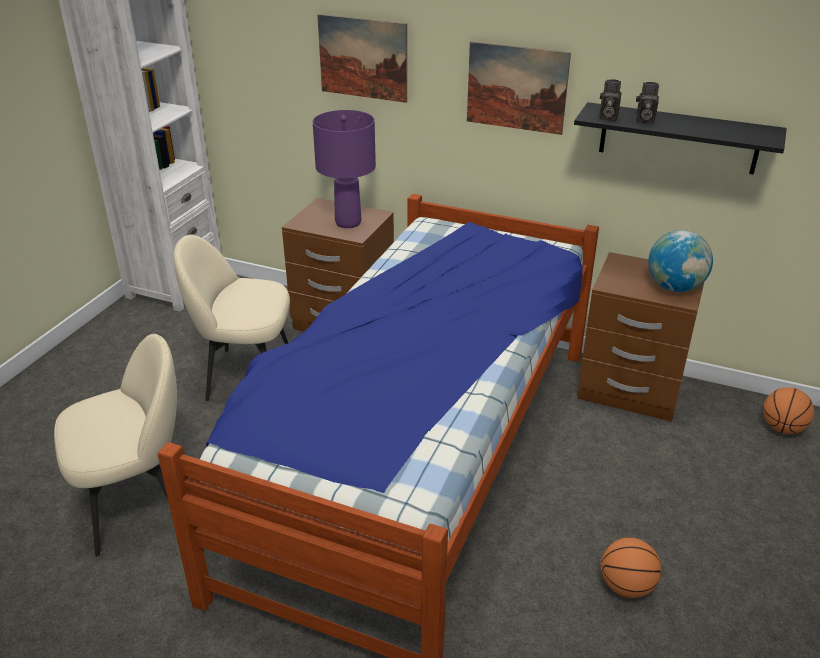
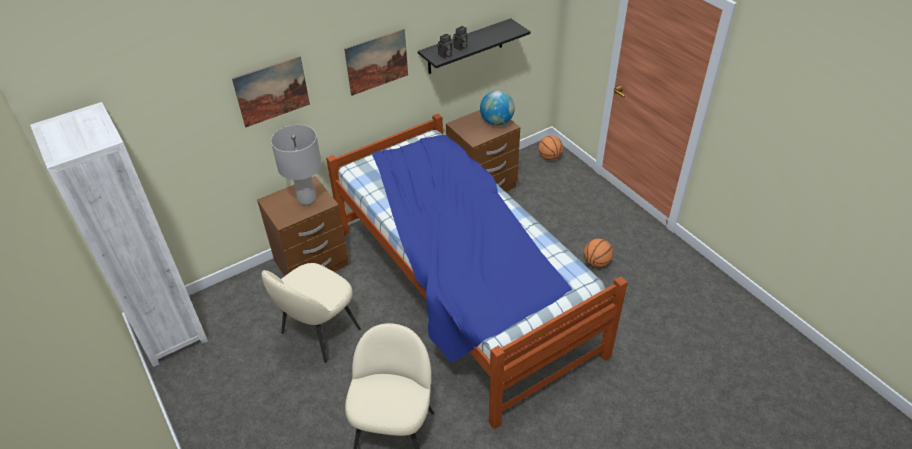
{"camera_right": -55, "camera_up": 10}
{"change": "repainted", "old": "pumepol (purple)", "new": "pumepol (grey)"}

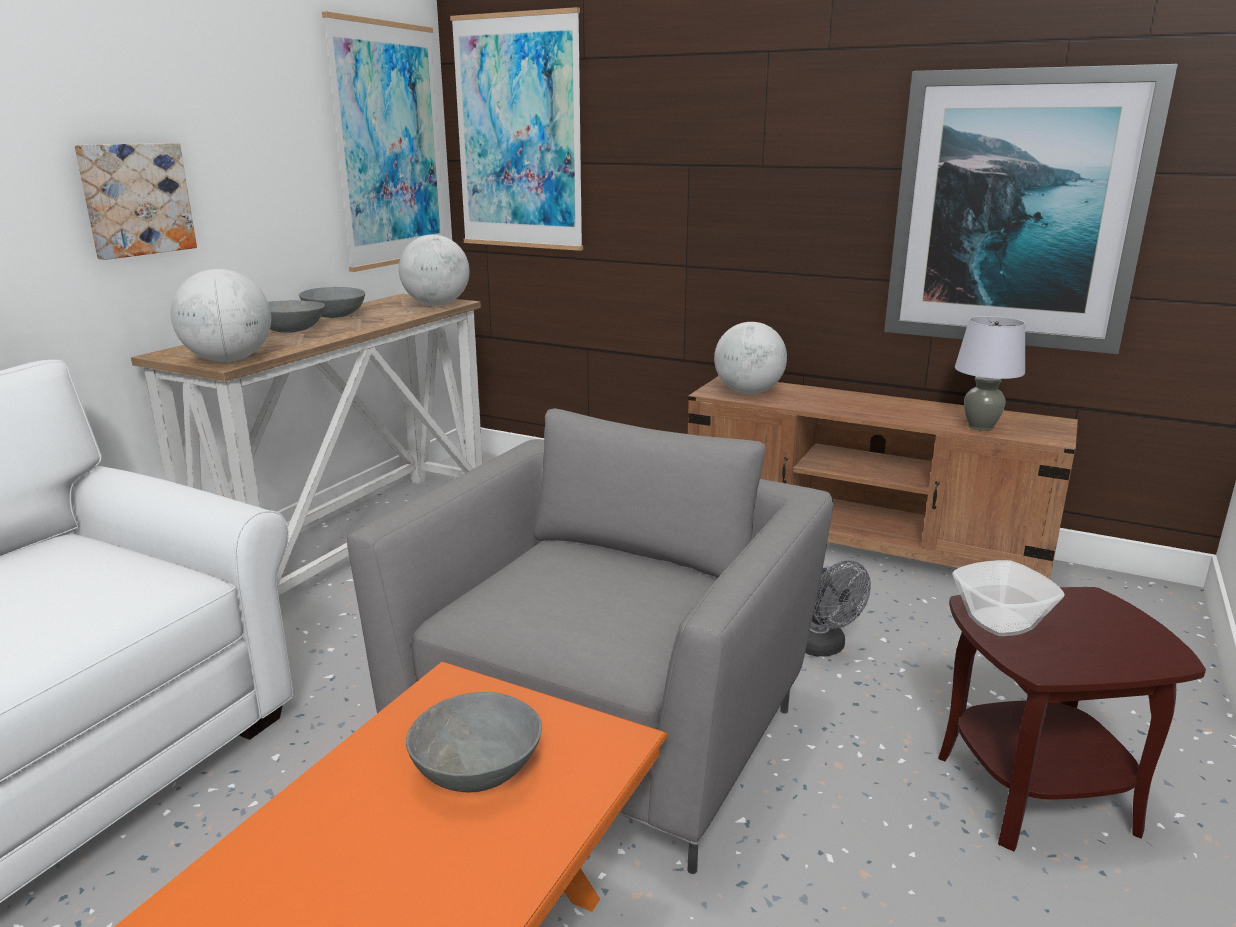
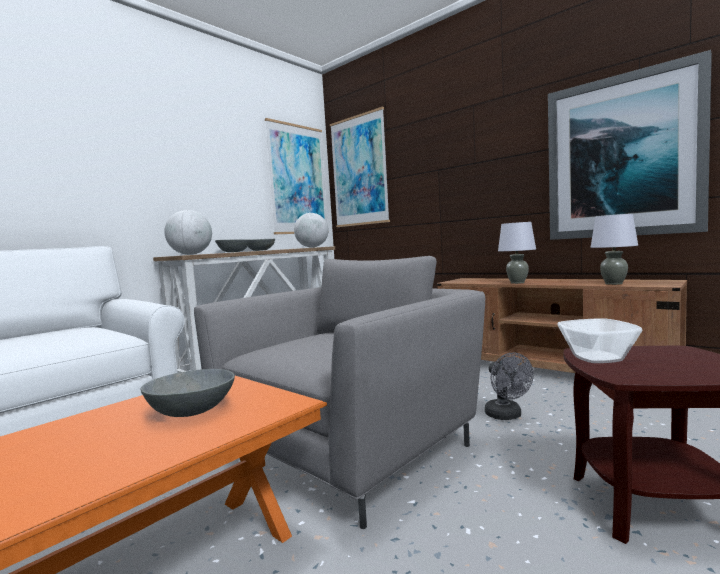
{"camera_right": 15, "camera_up": -15}
{"change": "new", "new": "pumepol (grey) (no. 1 from left)"}
{"change": "gone", "old": "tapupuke (no. 1 from left)"}
{"change": "gone", "old": "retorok (no. 3 from left)"}

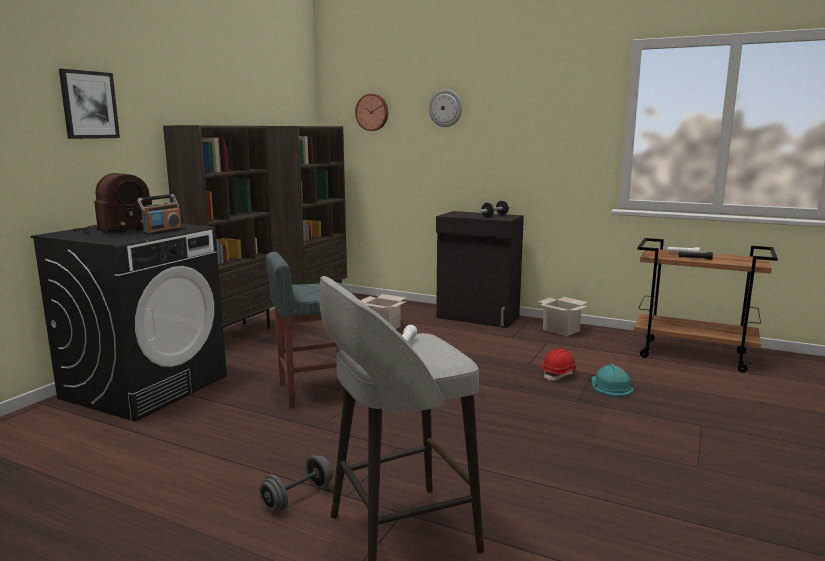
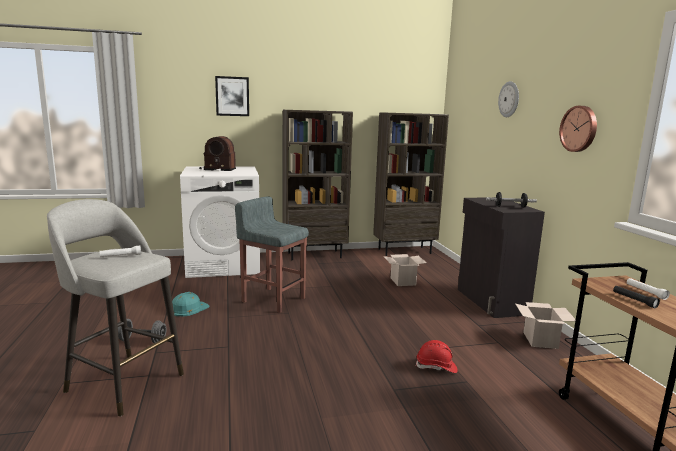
{"camera_right": 50, "camera_up": 0}
{"change": "shifted", "old": "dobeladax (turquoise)"}
{"change": "repainted", "old": "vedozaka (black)", "new": "vedozaka (white)"}
{"change": "shifted", "old": "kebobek (no. 1 from left in the first image)", "new": "kebobek (no. 2 from left)"}
{"change": "gone", "old": "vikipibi (no. 2 from left)"}

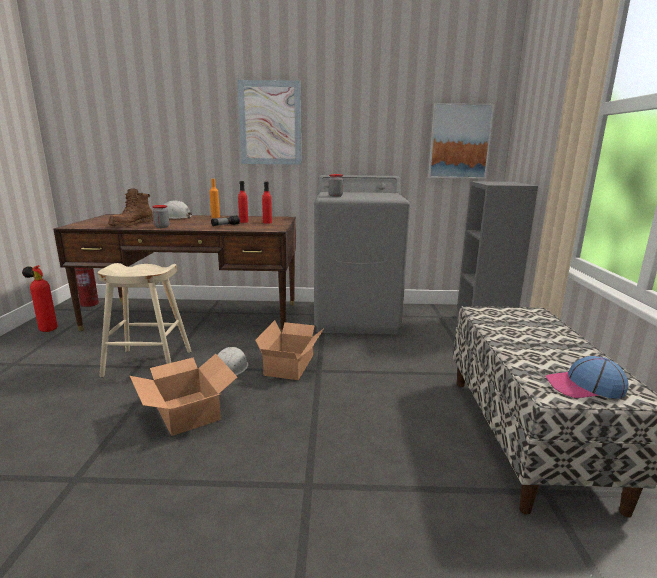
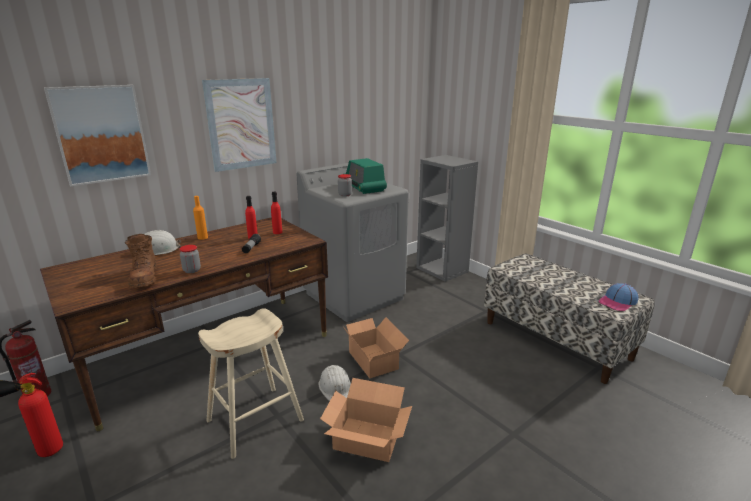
{"camera_right": -40, "camera_up": 5}
{"change": "shifted", "old": "tapupuke (no. 2 from left in the first image)", "new": "tapupuke (no. 1 from left)"}
{"change": "new", "new": "vikipibi"}

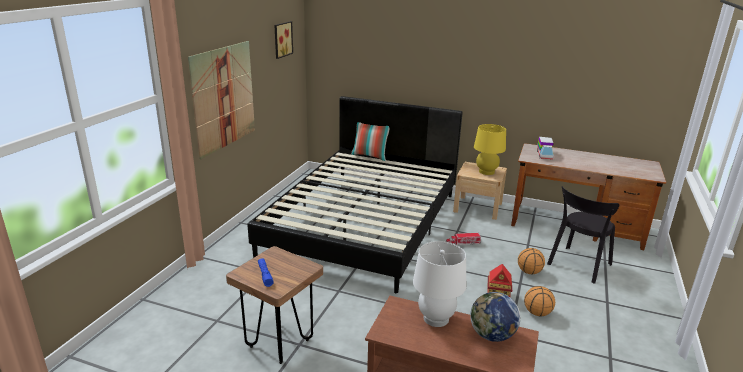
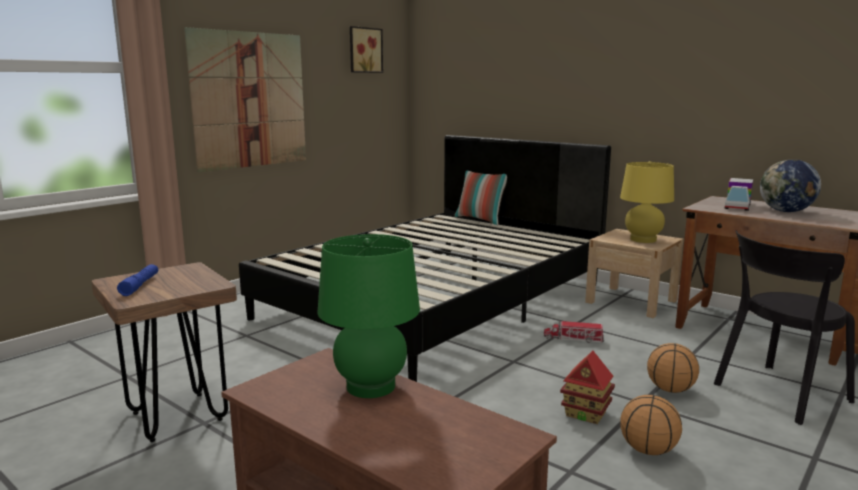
{"camera_right": 20, "camera_up": -10}
{"change": "repainted", "old": "pumepol (white)", "new": "pumepol (green)"}
{"change": "shifted", "old": "retorok"}

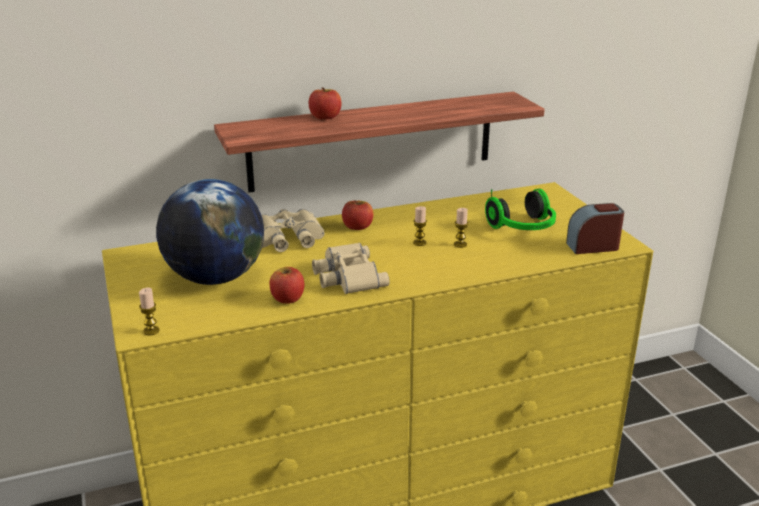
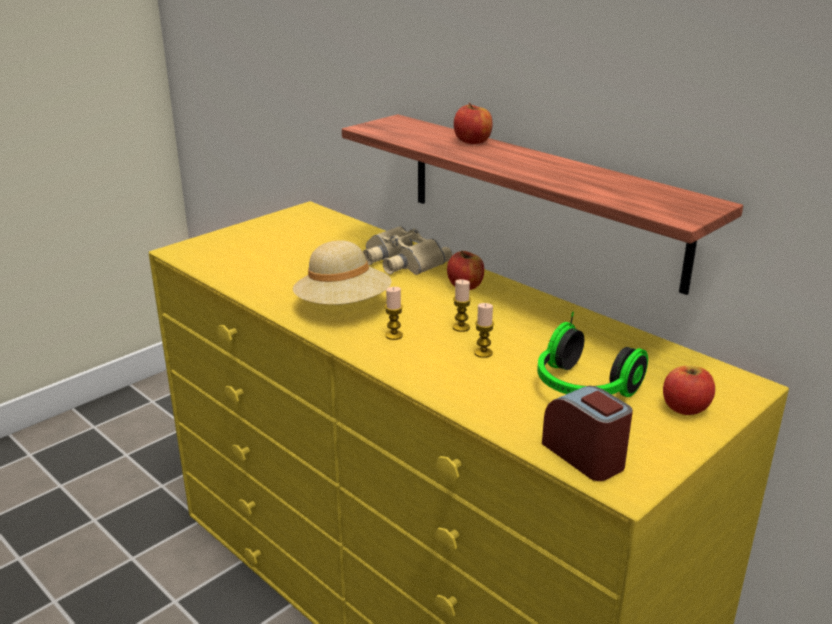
{"camera_right": 65, "camera_up": 0}
{"change": "swapped", "old": "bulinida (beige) (no. 2 from left)", "new": "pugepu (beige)"}
{"change": "shifted", "old": "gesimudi (no. 1 from left)"}
{"change": "shifted", "old": "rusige (no. 1 from left in the first image)", "new": "rusige (no. 3 from left)"}
{"change": "gone", "old": "retorok"}

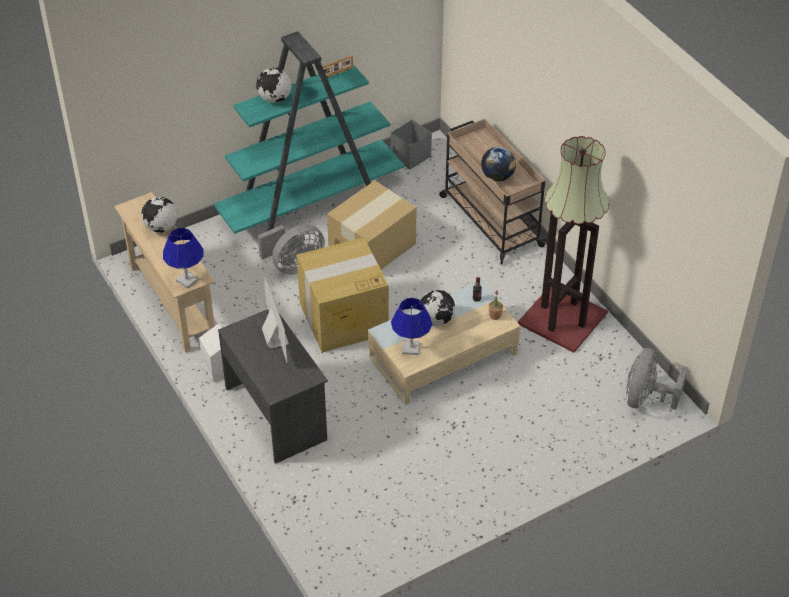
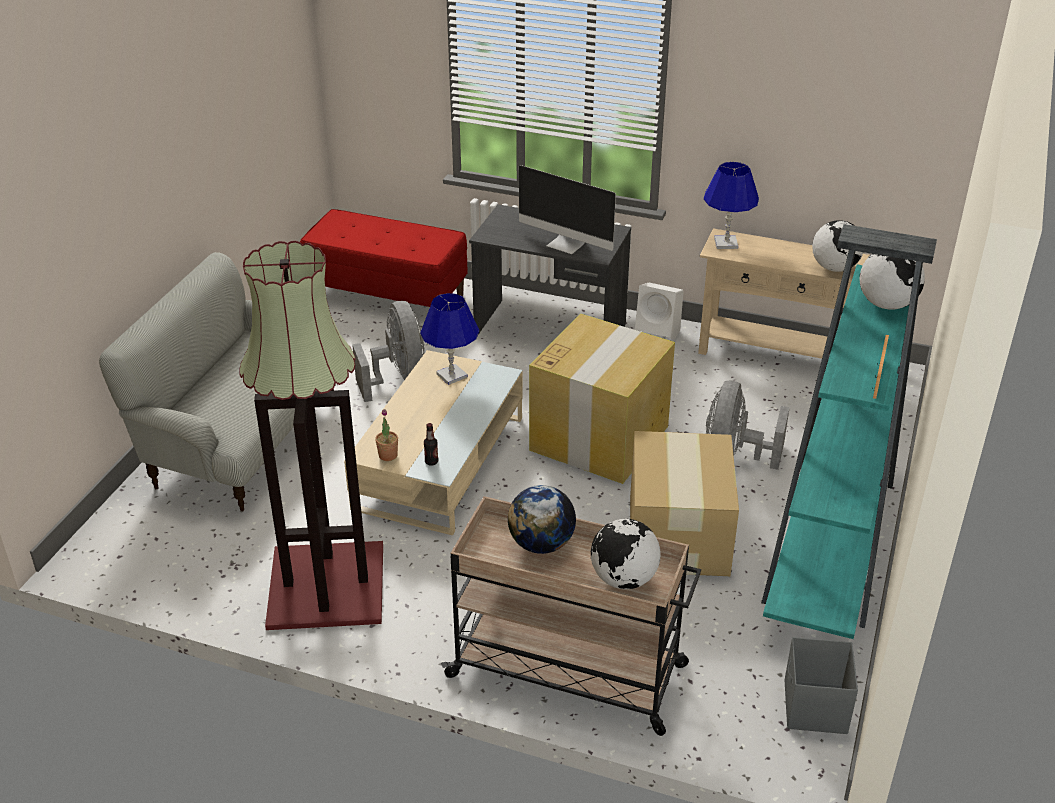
{"camera_right": 140, "camera_up": -10}
{"change": "new", "new": "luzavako"}
{"change": "new", "new": "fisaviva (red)"}
{"change": "shifted", "old": "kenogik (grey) (no. 2 from left in the first image)", "new": "kenogik (grey) (no. 1 from left)"}
{"change": "shifted", "old": "retorok (no. 3 from left in the first image)", "new": "retorok (no. 2 from left)"}

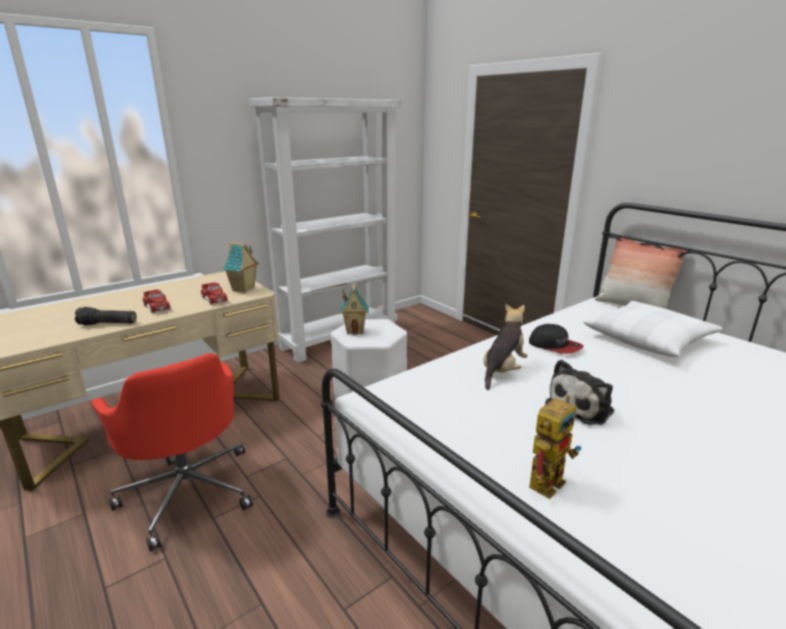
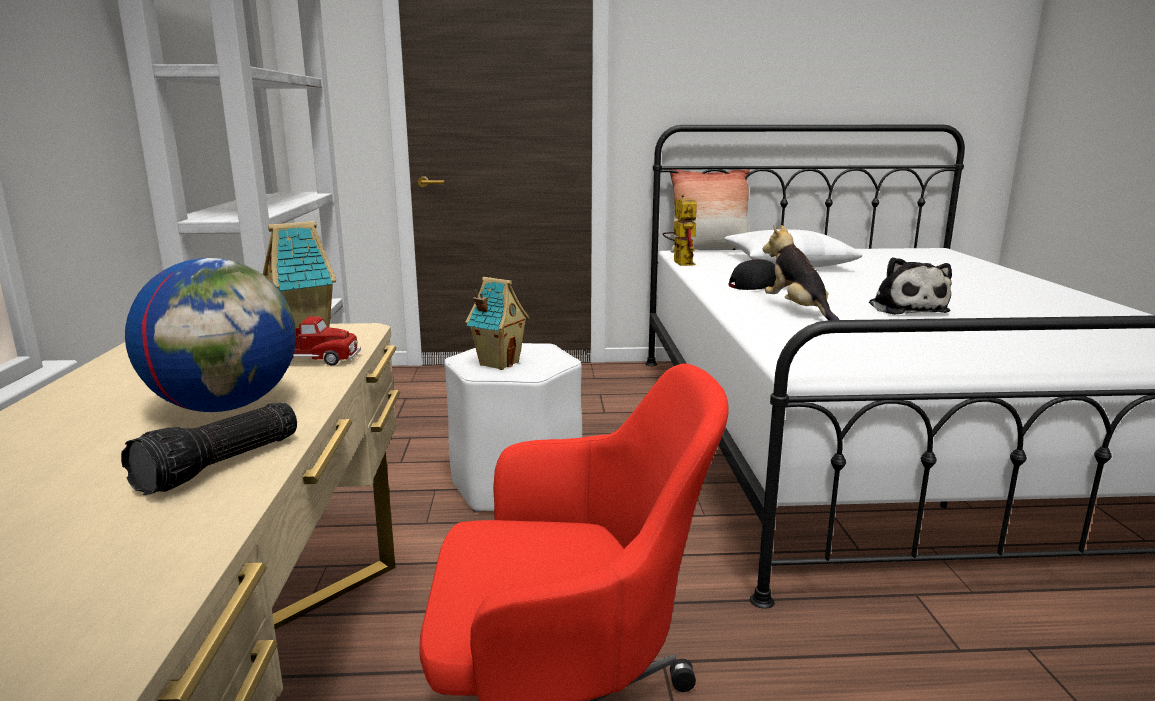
{"camera_right": -55, "camera_up": -5}
{"change": "swapped", "old": "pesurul (no. 1 from left)", "new": "retorok"}
{"change": "shifted", "old": "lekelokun"}

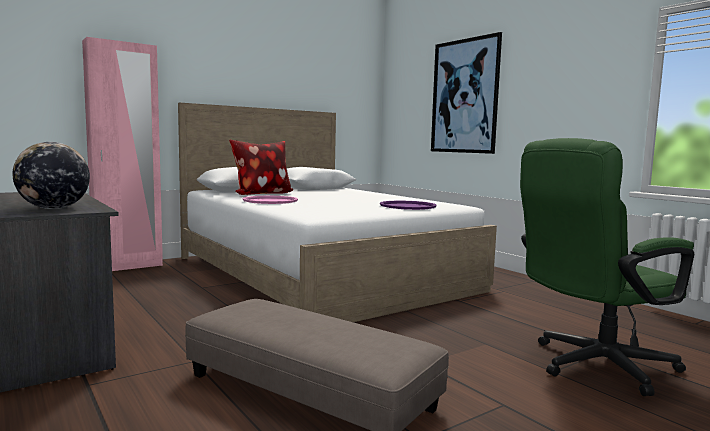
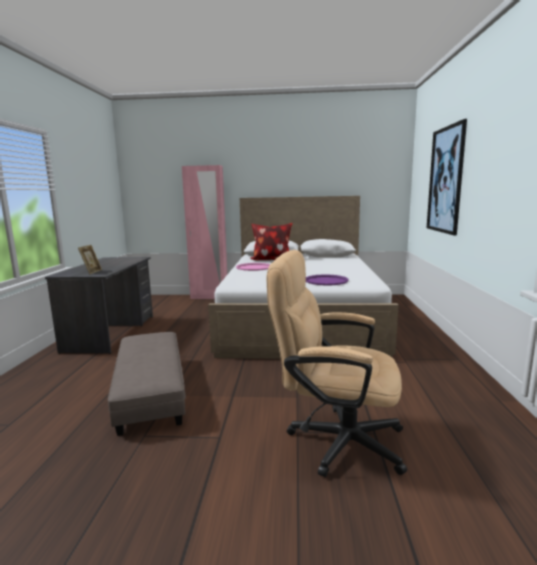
{"camera_right": 40, "camera_up": 5}
{"change": "swapped", "old": "retorok", "new": "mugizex"}
{"change": "repainted", "old": "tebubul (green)", "new": "tebubul (beige)"}

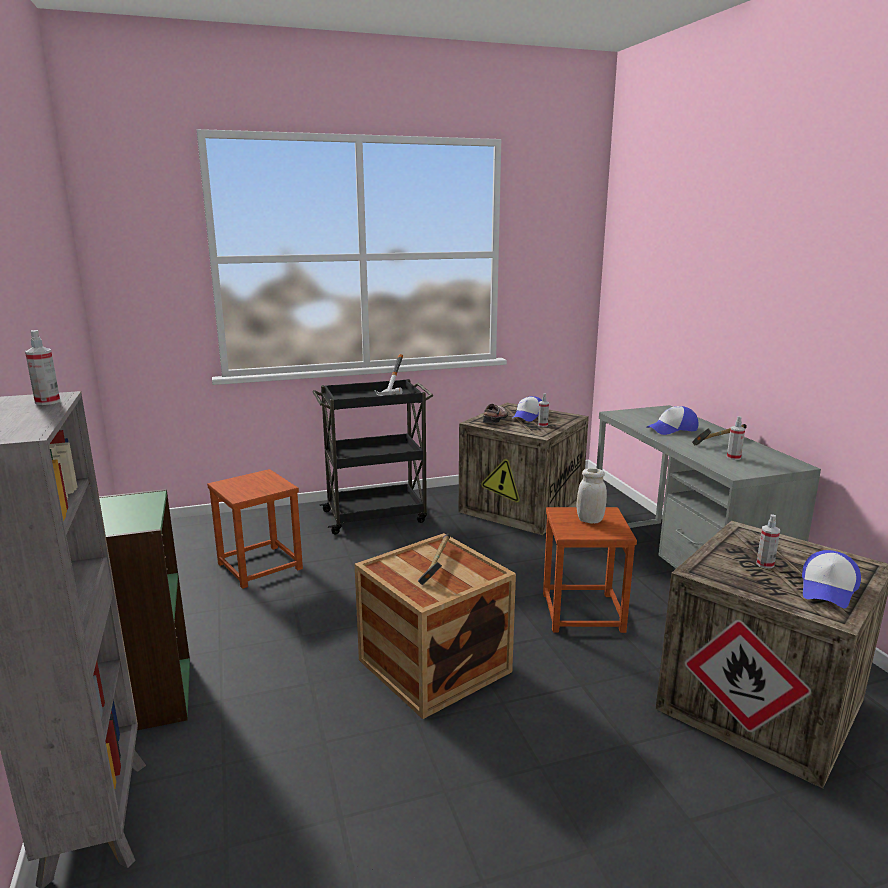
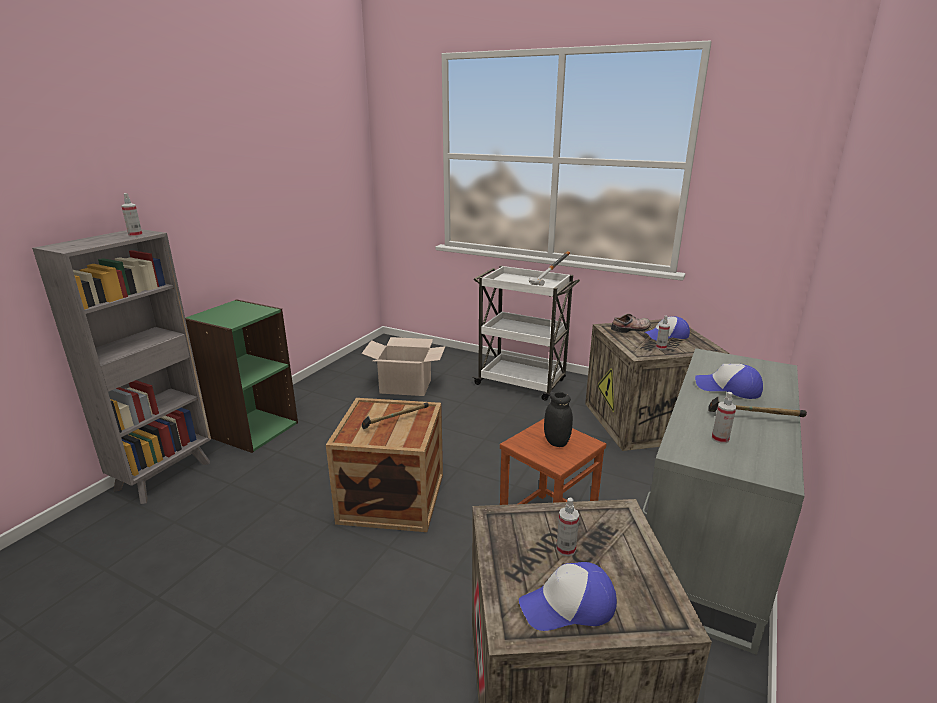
{"camera_right": 45, "camera_up": 5}
{"change": "swapped", "old": "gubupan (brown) (no. 1 from left)", "new": "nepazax"}
{"change": "repainted", "old": "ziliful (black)", "new": "ziliful (white)"}
{"change": "repainted", "old": "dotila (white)", "new": "dotila (black)"}

